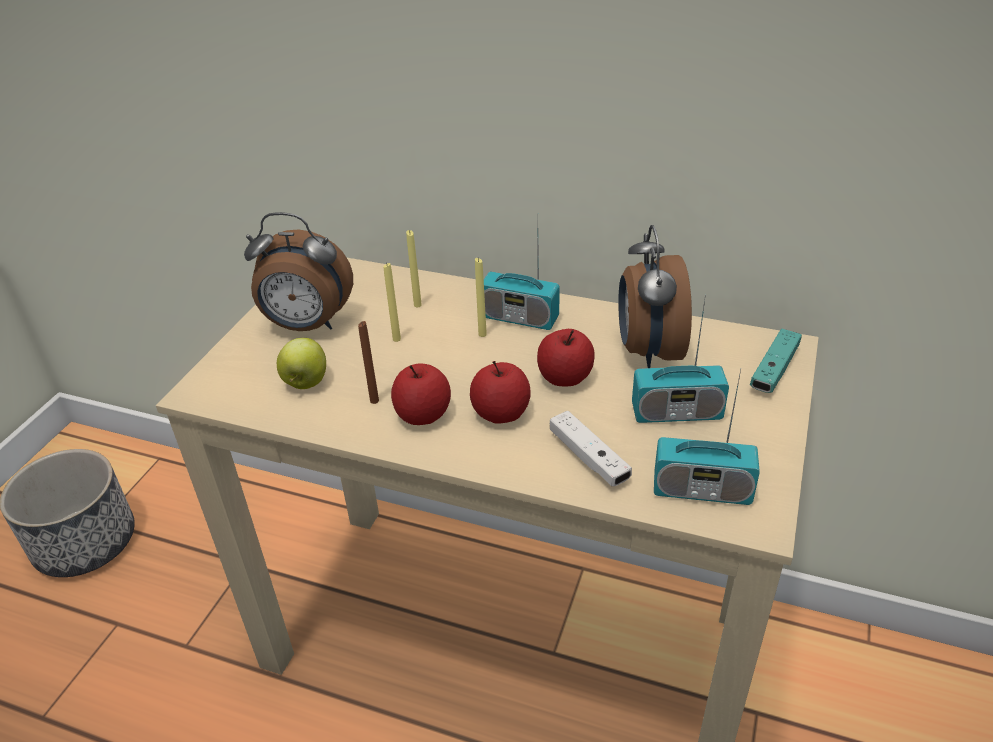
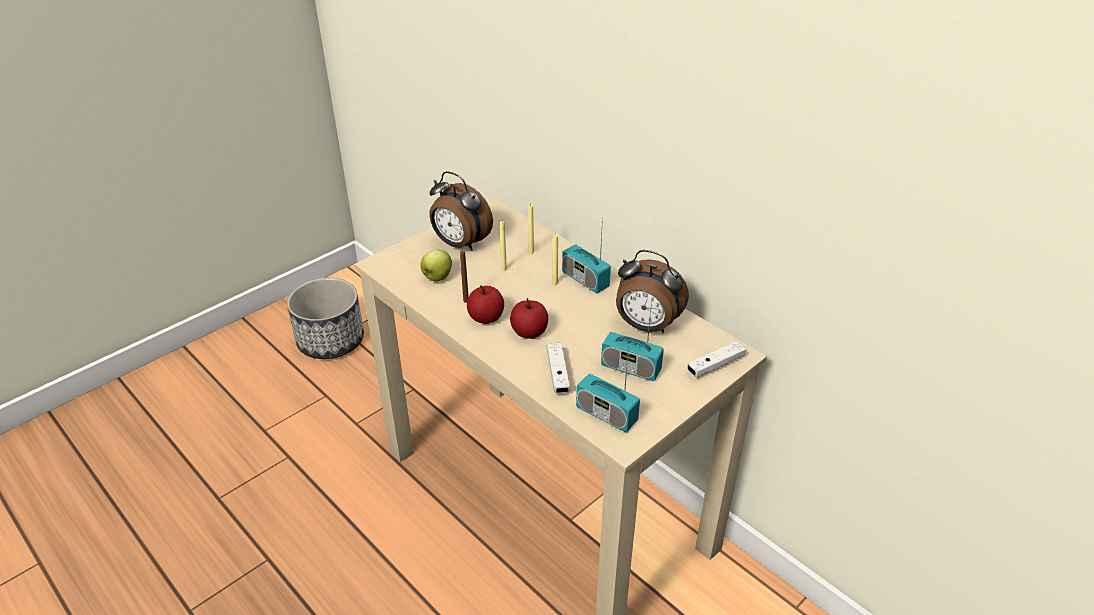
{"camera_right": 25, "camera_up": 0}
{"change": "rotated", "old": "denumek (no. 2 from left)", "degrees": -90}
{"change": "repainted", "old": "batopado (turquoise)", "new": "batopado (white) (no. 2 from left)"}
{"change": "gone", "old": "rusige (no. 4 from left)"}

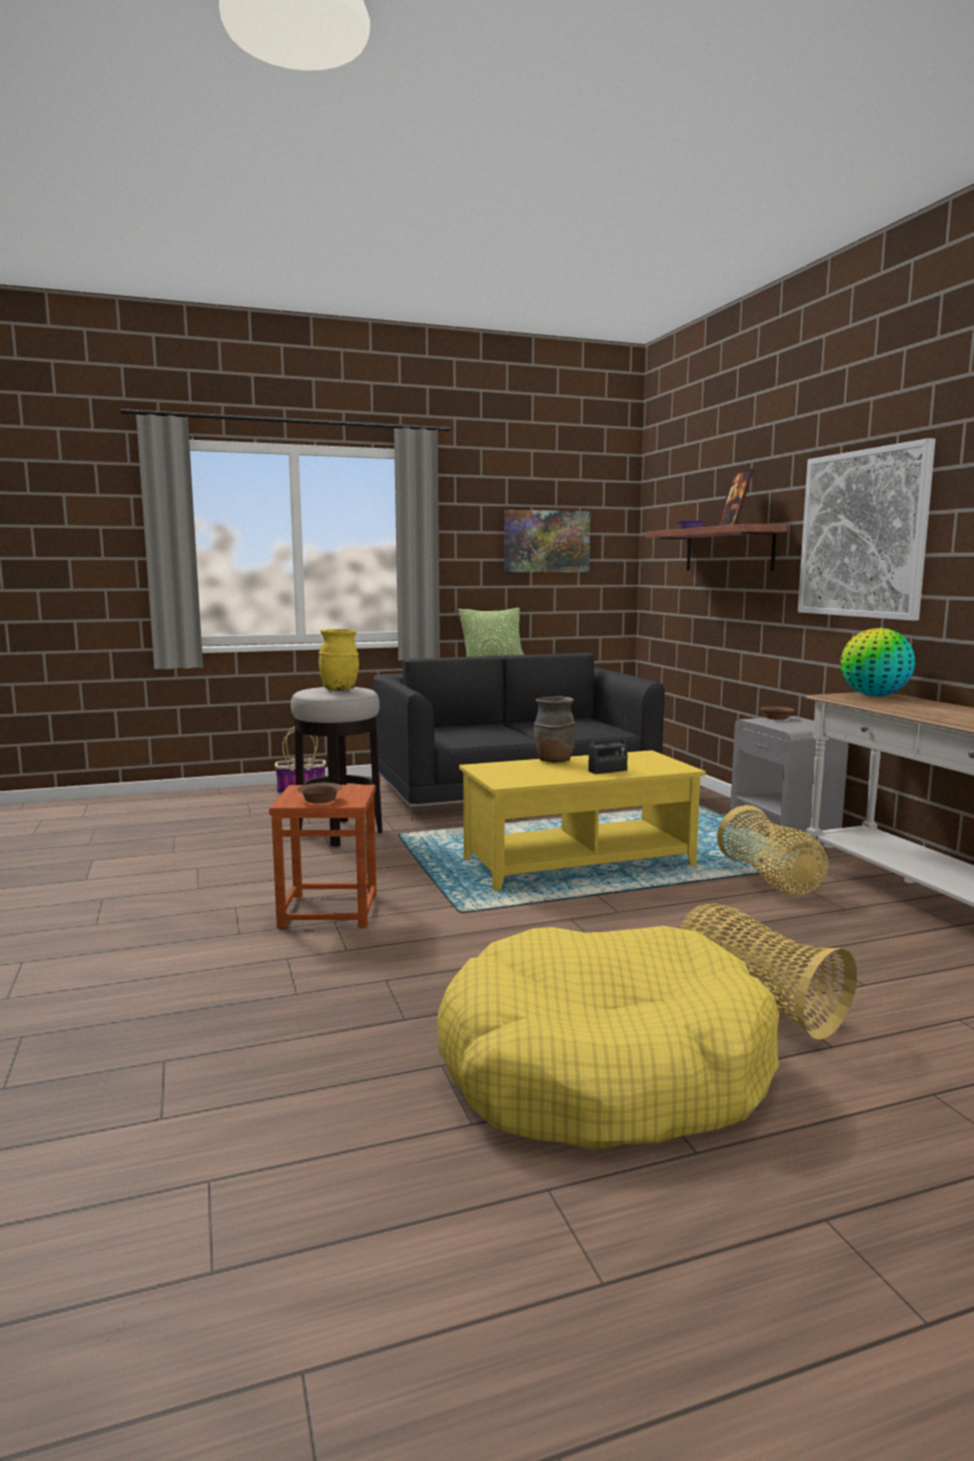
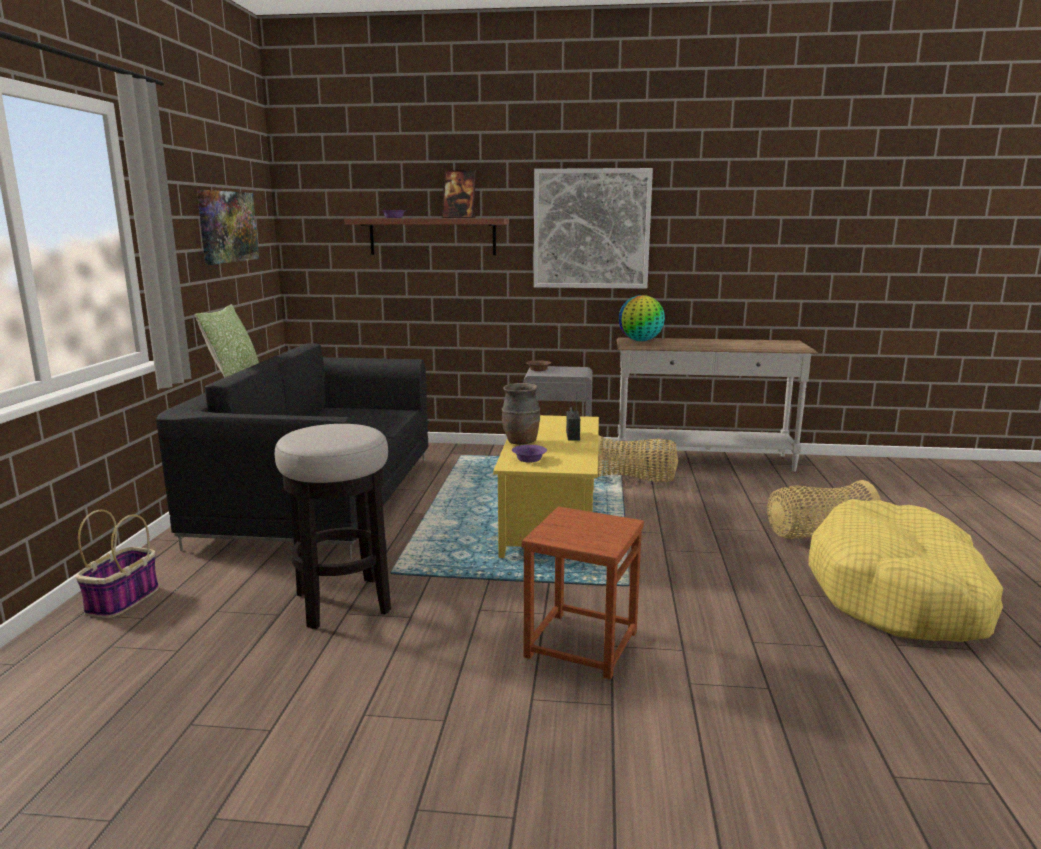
{"camera_right": -65, "camera_up": 5}
{"change": "new", "new": "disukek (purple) (no. 2 from left)"}
{"change": "gone", "old": "disukek (brown) (no. 1 from left)"}
{"change": "gone", "old": "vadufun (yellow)"}

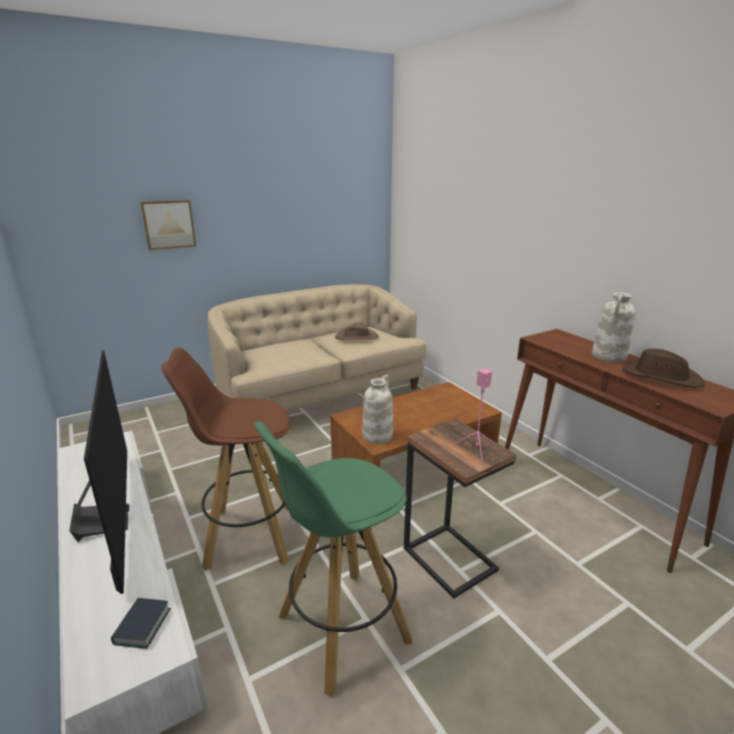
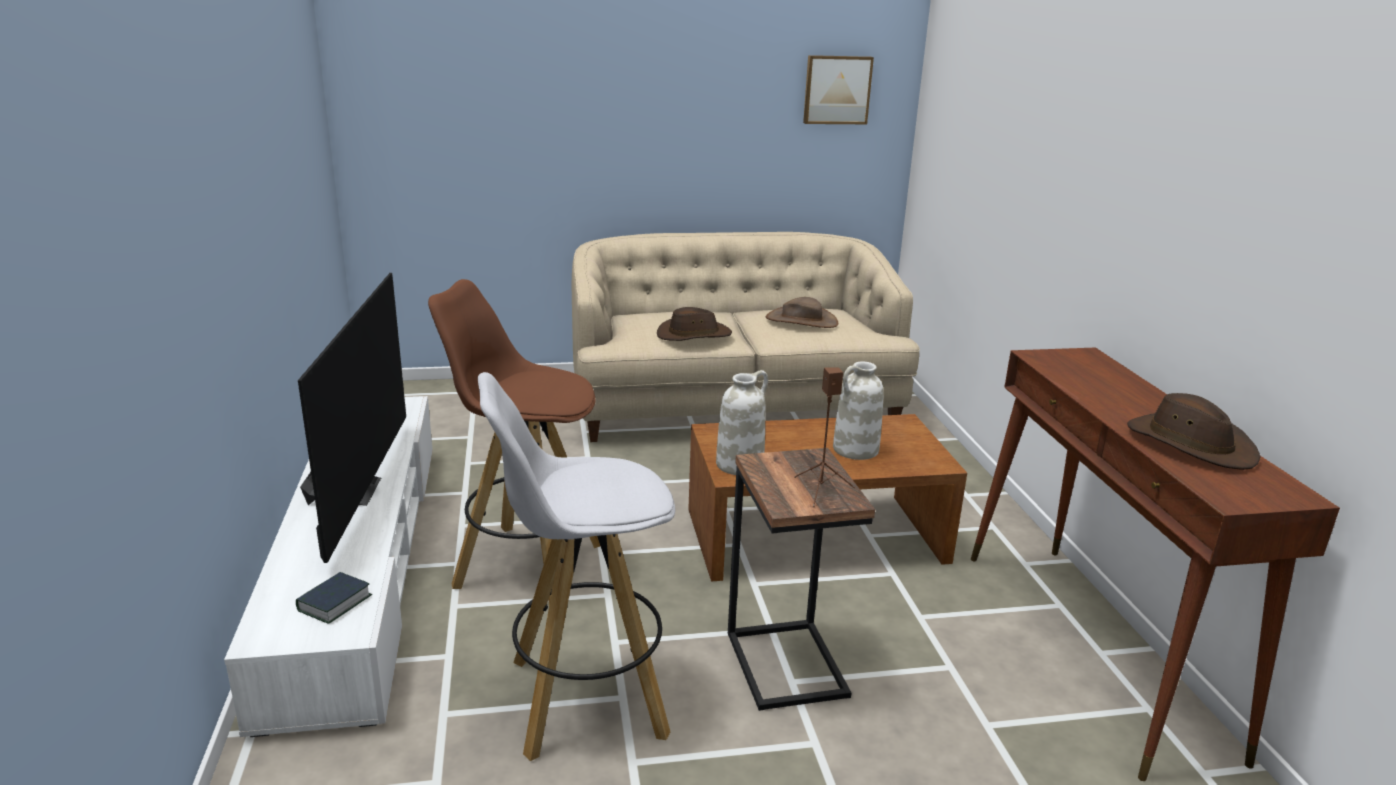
{"camera_right": 20, "camera_up": 0}
{"change": "repainted", "old": "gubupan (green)", "new": "gubupan (white)"}
{"change": "new", "new": "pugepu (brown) (no. 1 from left)"}
{"change": "repainted", "old": "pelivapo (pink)", "new": "pelivapo (brown)"}
{"change": "shifted", "old": "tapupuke"}
{"change": "shifted", "old": "vadufun (white) (no. 2 from left)"}

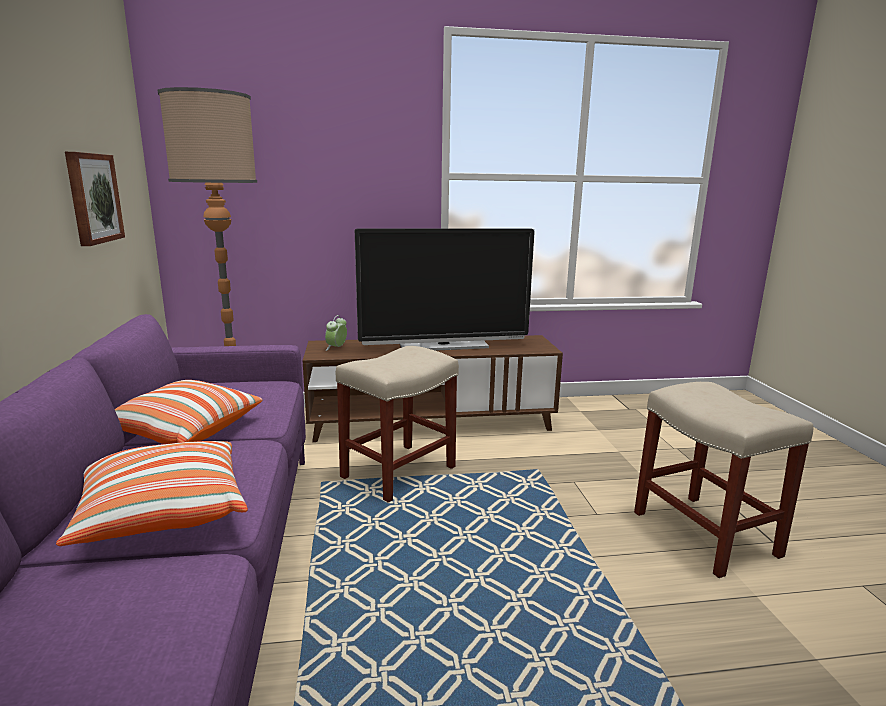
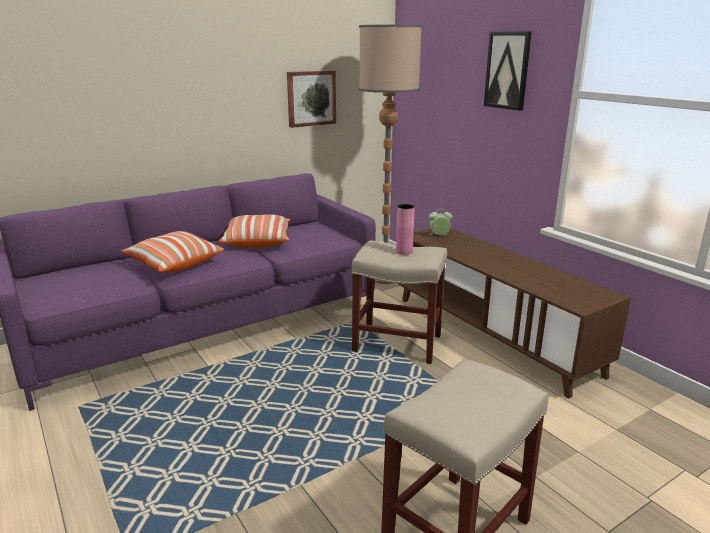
{"camera_right": 65, "camera_up": 5}
{"change": "new", "new": "vadufun (pink)"}
{"change": "new", "new": "tapupuke (no. 2 from left)"}
{"change": "gone", "old": "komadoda"}

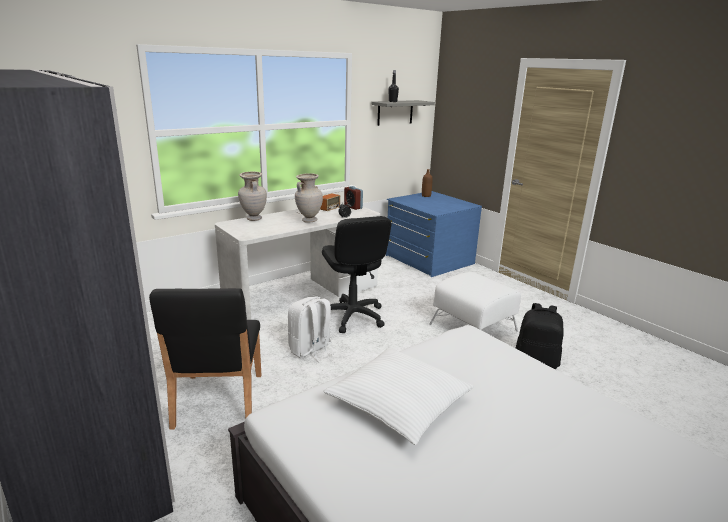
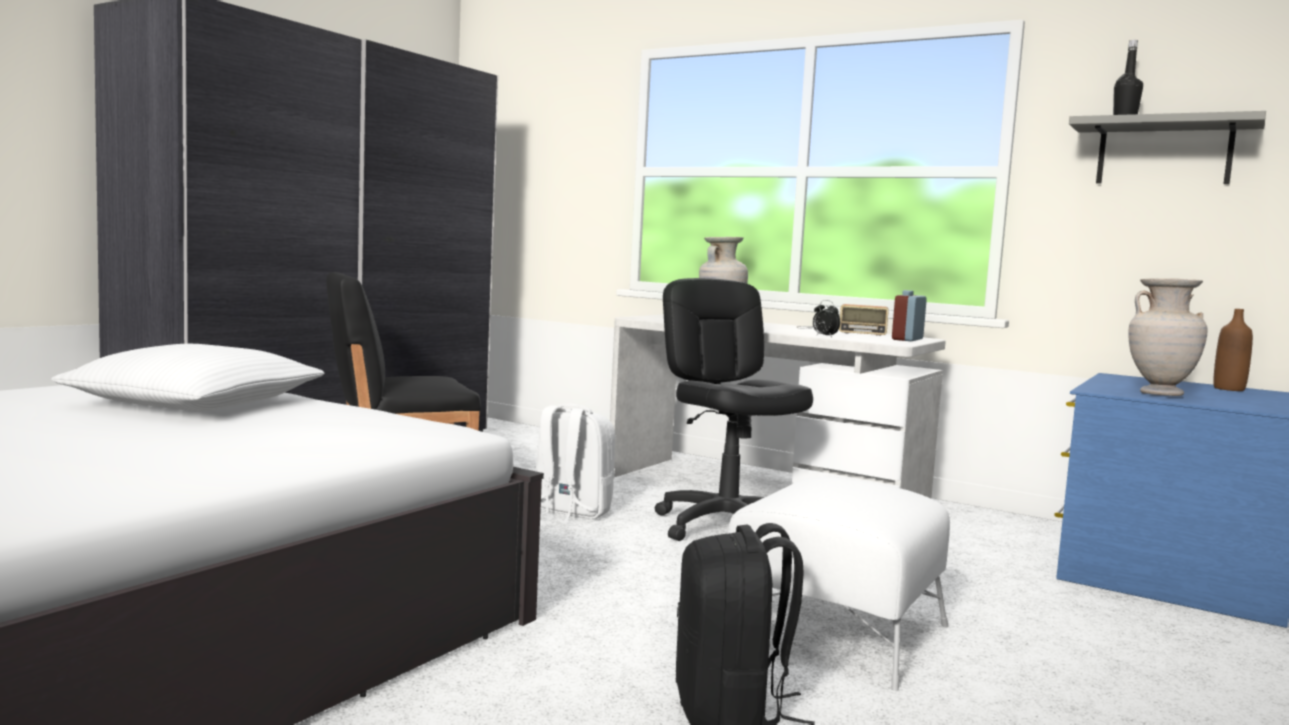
{"camera_right": 70, "camera_up": -15}
{"change": "rotated", "old": "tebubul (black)", "degrees": 105}
{"change": "shifted", "old": "vadufun (beige) (no. 2 from left)"}

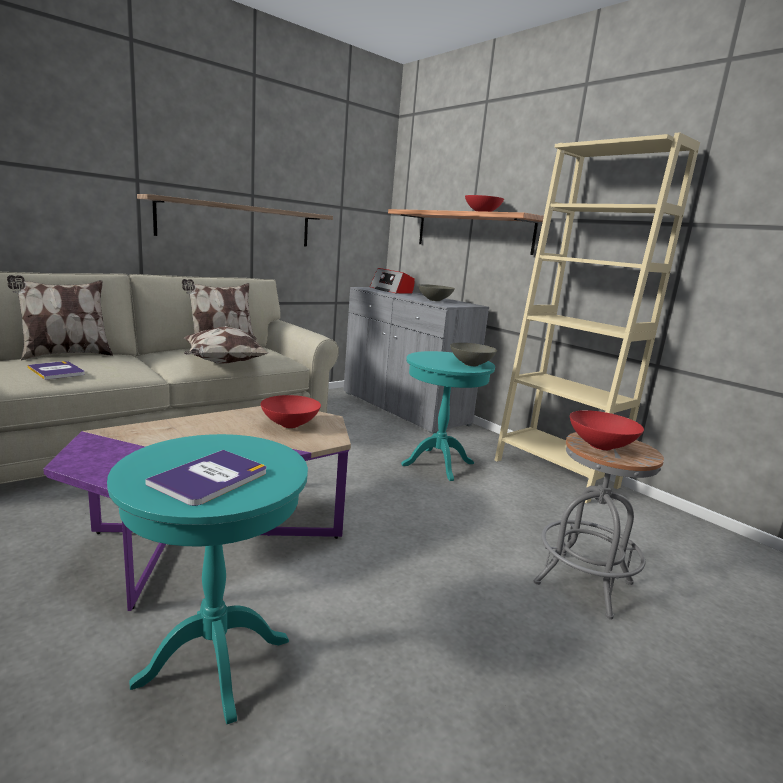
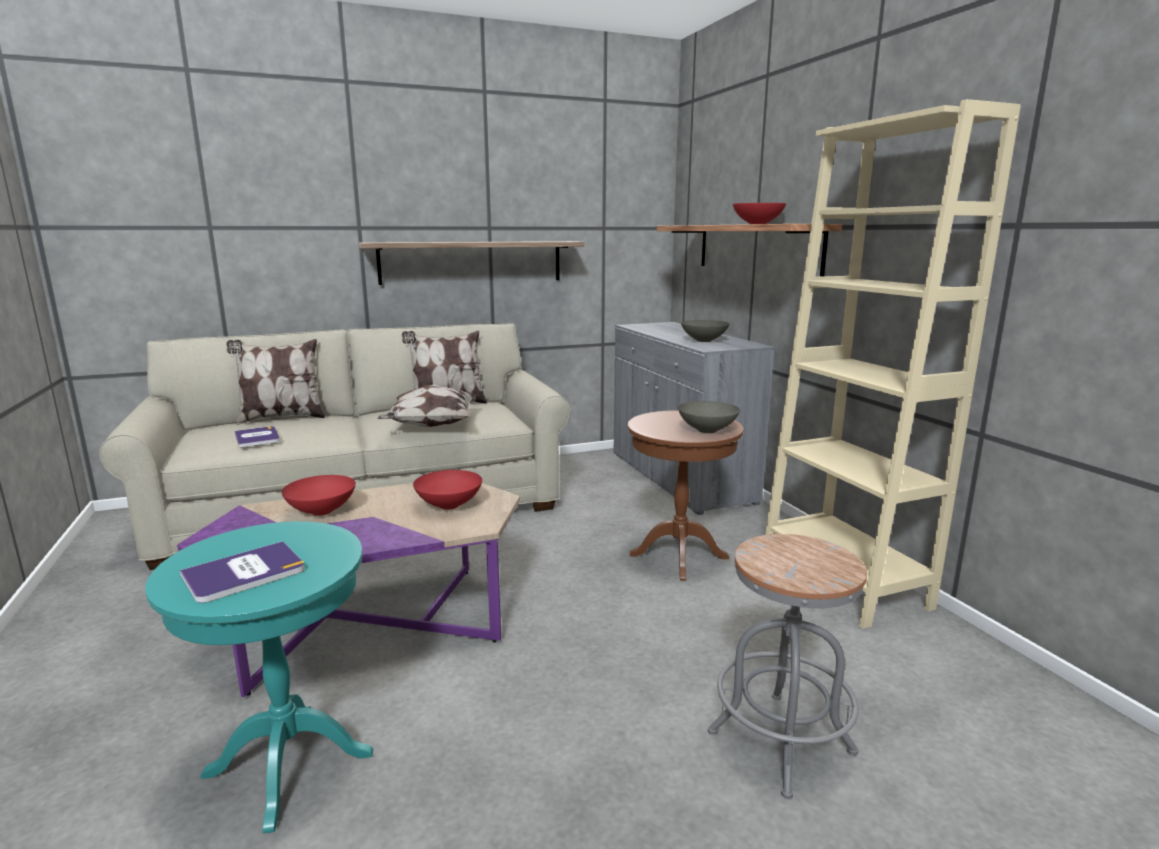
{"camera_right": 20, "camera_up": 0}
{"change": "shifted", "old": "disukek (red) (no. 3 from left in the first image)", "new": "disukek (red) (no. 1 from left)"}
{"change": "repainted", "old": "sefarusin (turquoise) (no. 2 from left)", "new": "sefarusin (brown)"}
{"change": "gone", "old": "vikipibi"}

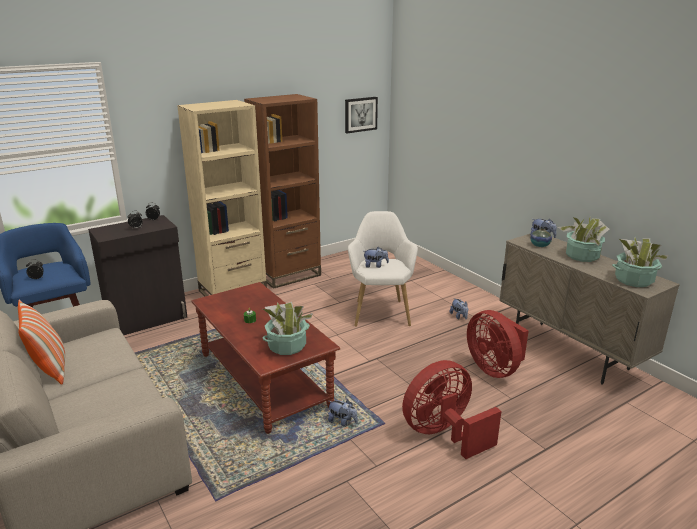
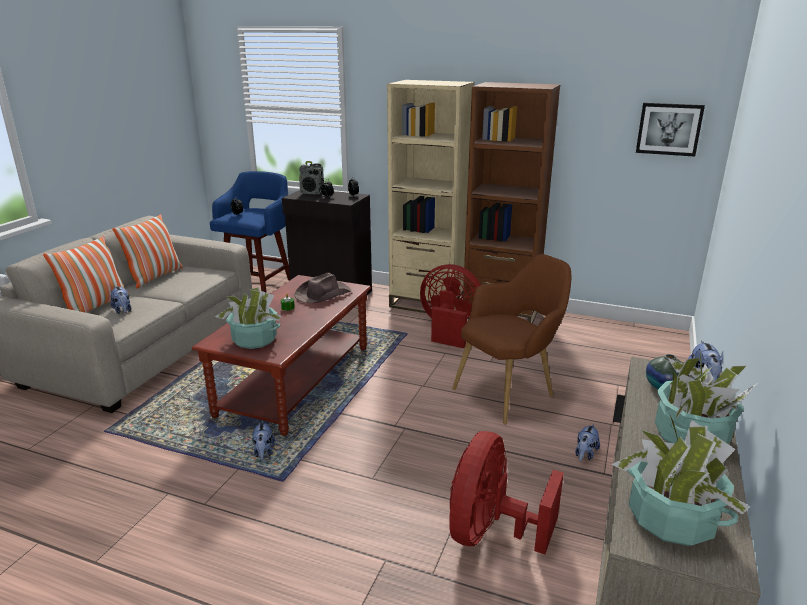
{"camera_right": 55, "camera_up": 0}
{"change": "new", "new": "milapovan (no. 1 from left)"}
{"change": "shifted", "old": "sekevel (no. 2 from left in the first image)", "new": "sekevel (no. 1 from left)"}
{"change": "new", "new": "pugepu (brown)"}
{"change": "new", "new": "vikipibi"}
{"change": "shifted", "old": "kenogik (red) (no. 1 from left)"}
{"change": "repainted", "old": "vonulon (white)", "new": "vonulon (brown)"}

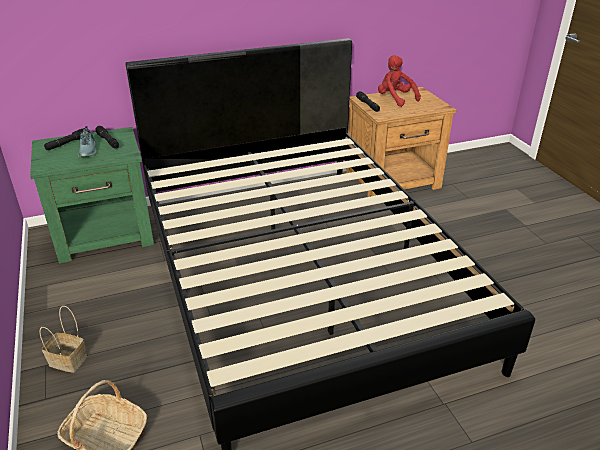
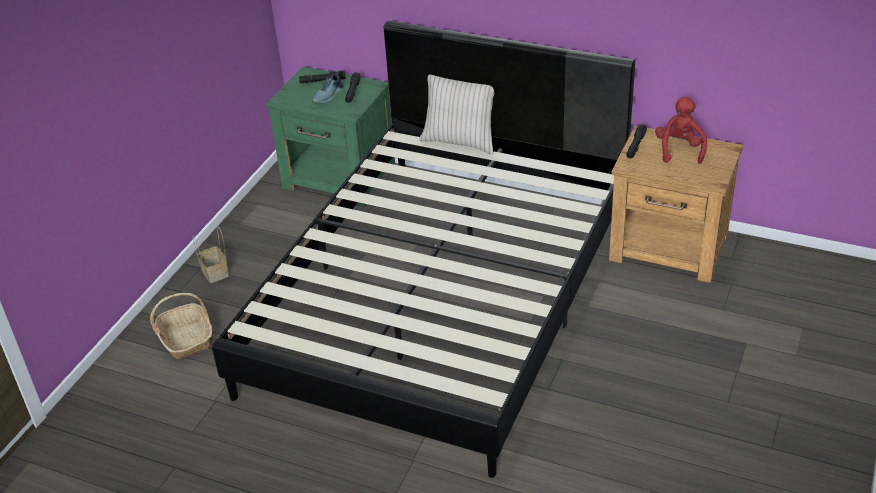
{"camera_right": 45, "camera_up": 5}
{"change": "new", "new": "milapovan (beige)"}

